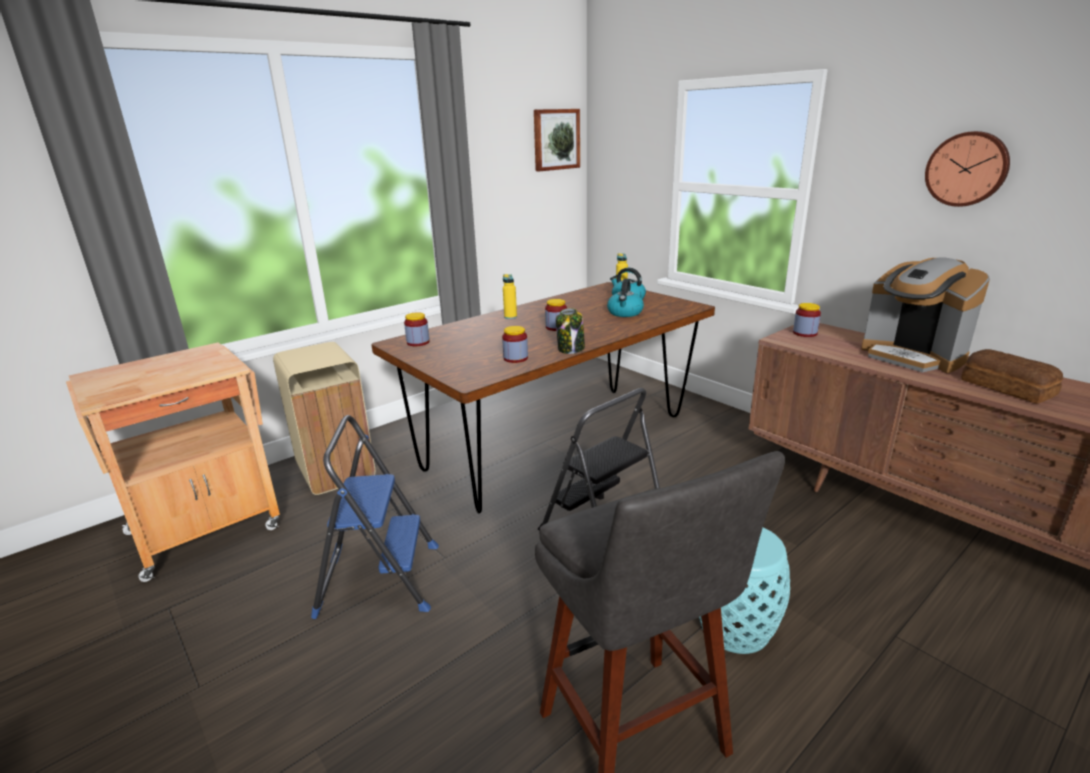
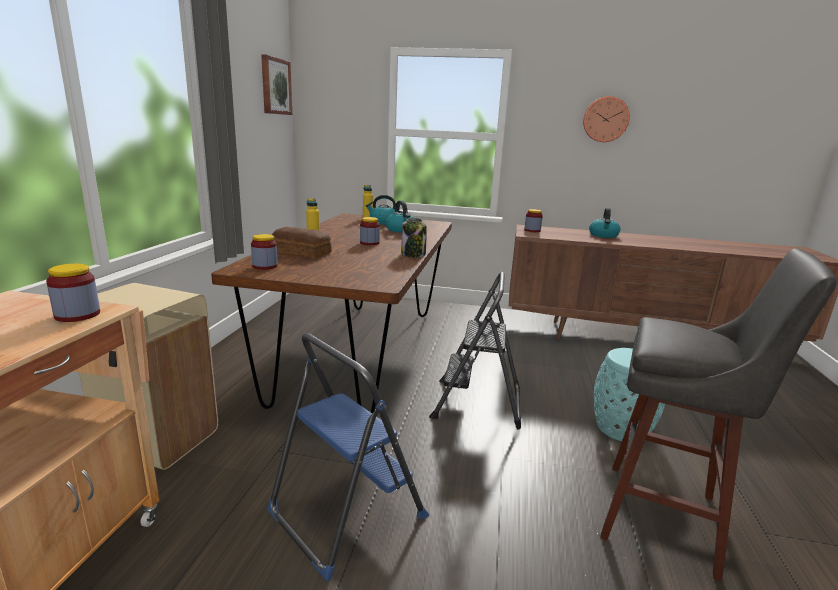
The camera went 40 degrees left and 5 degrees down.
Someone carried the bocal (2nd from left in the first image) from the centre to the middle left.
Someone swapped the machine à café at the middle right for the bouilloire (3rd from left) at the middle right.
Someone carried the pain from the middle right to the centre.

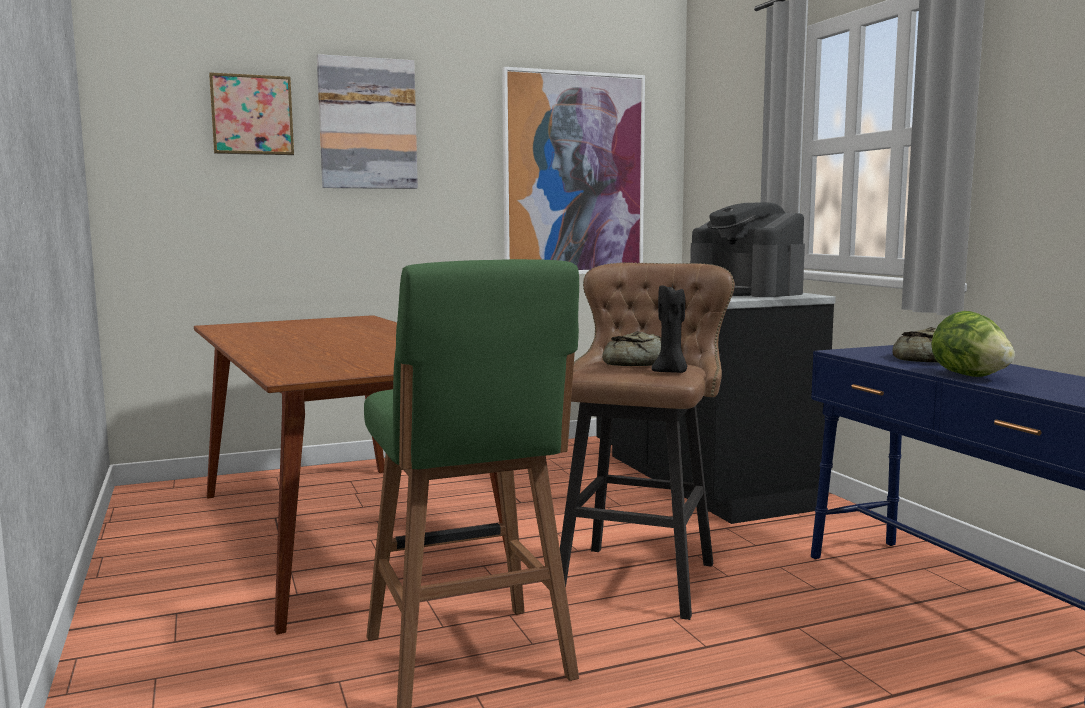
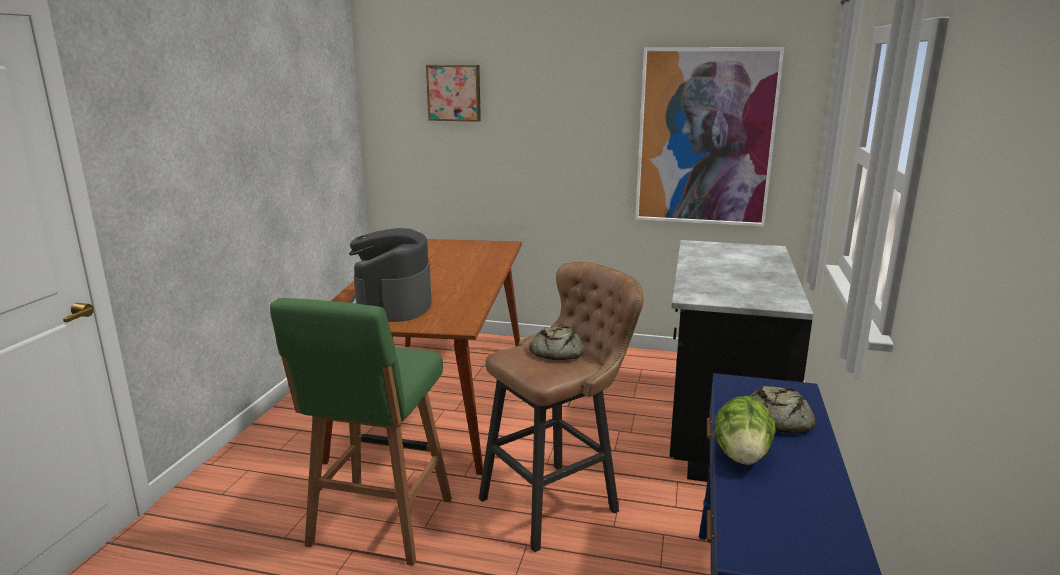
The camera went 35 degrees right and 10 degrees up.
Someone took away the tableau (2nd from left) at the top centre.
Someone took away the bougie [noir] at the centre.
Someone carried the machine à café from the middle right to the centre.

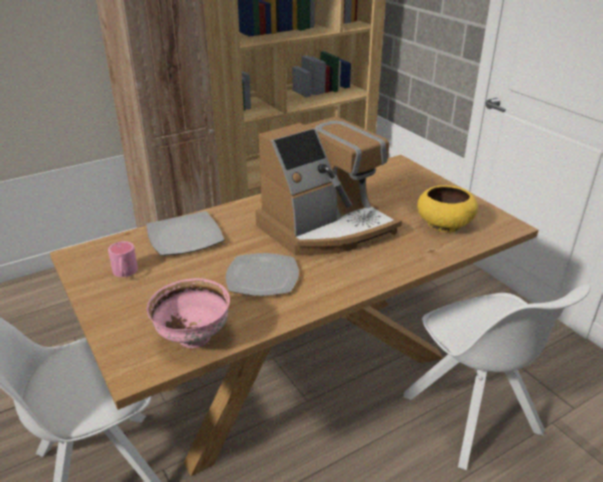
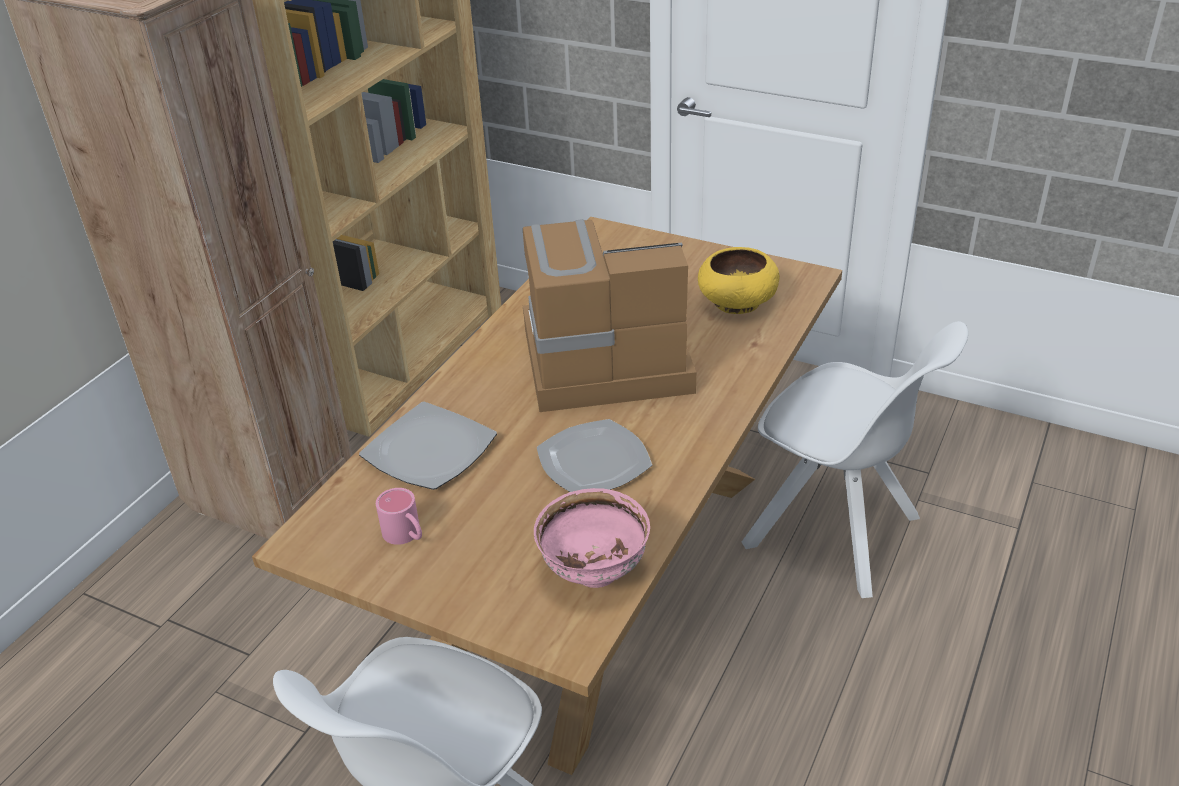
The camera went 30 degrees left and 5 degrees up.
Someone rotated the machine à café at the centre by 120 degrees counterclockwise.

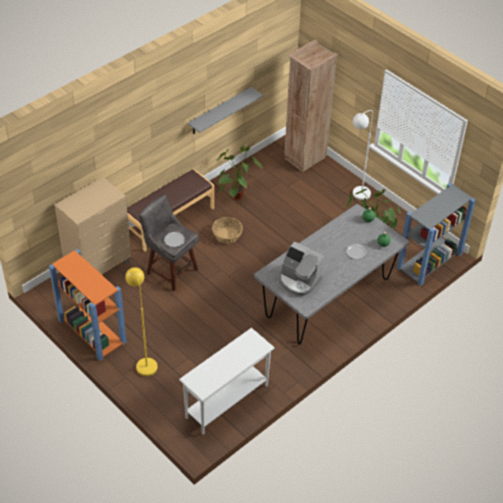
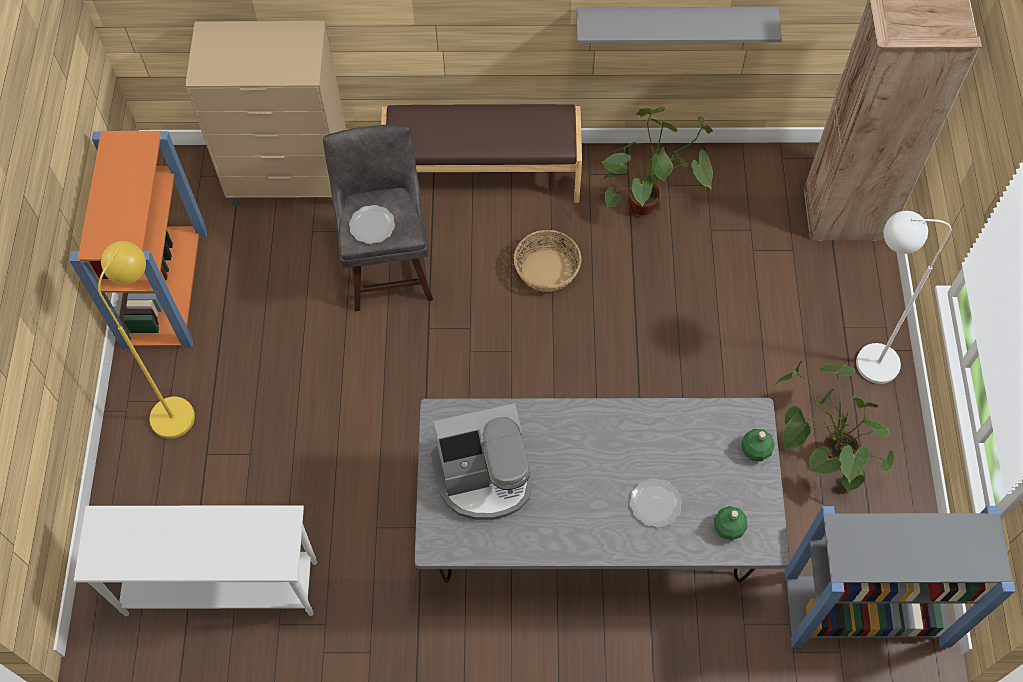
The camera went 45 degrees right and 15 degrees up.
Someone rotated the machine à café at the centre by 90 degrees counterclockwise.

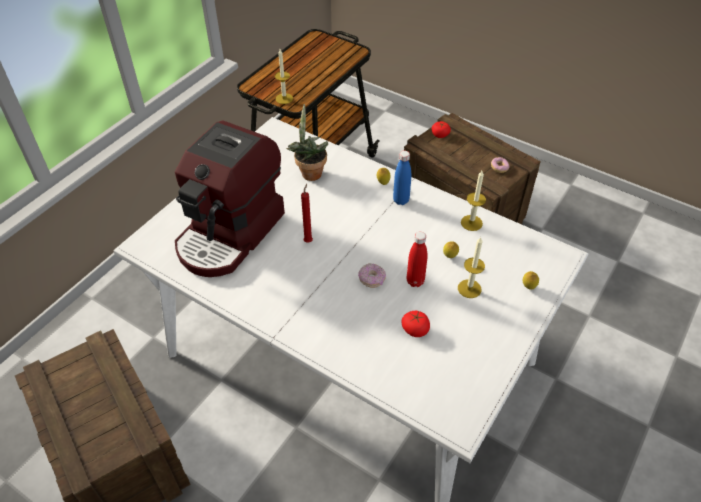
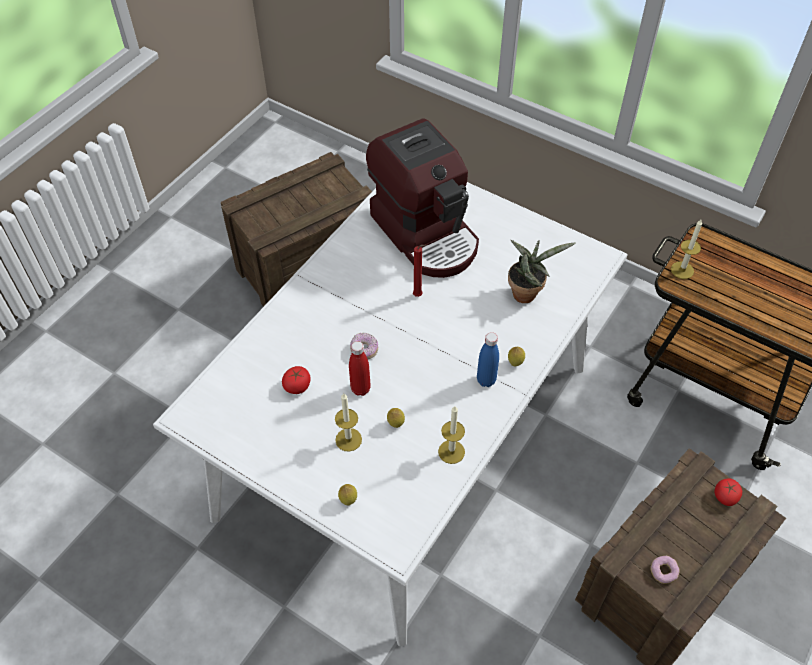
The camera went 90 degrees right and 5 degrees up.
Someone rotated the machine à café at the middle left by 150 degrees counterclockwise.

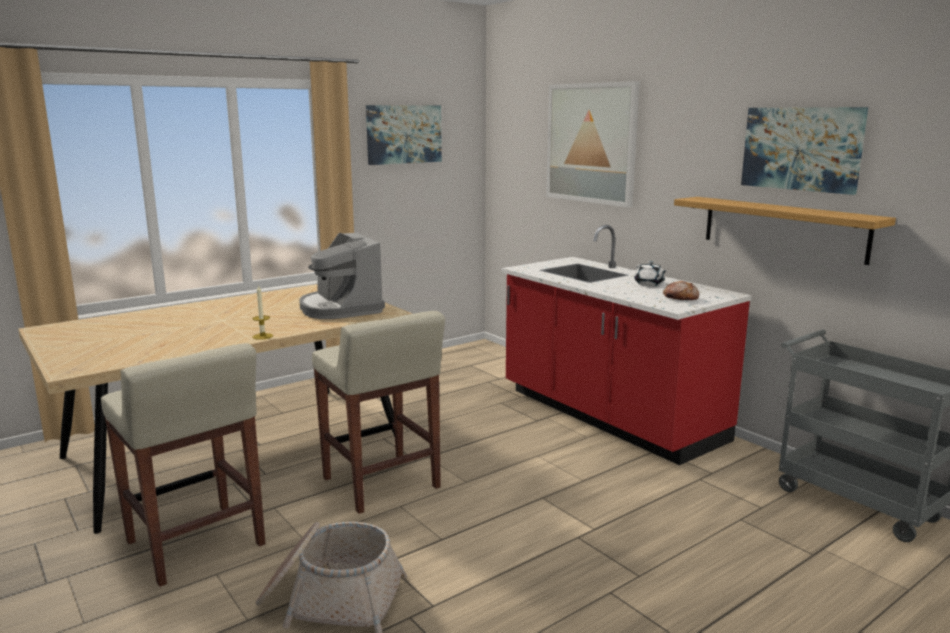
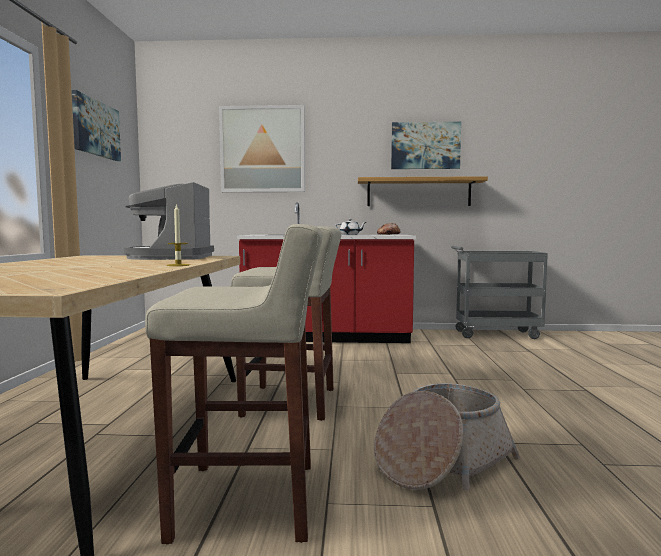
The camera went 50 degrees left and 10 degrees down.
Someone rotated the machine à café at the centre by 75 degrees clockwise.

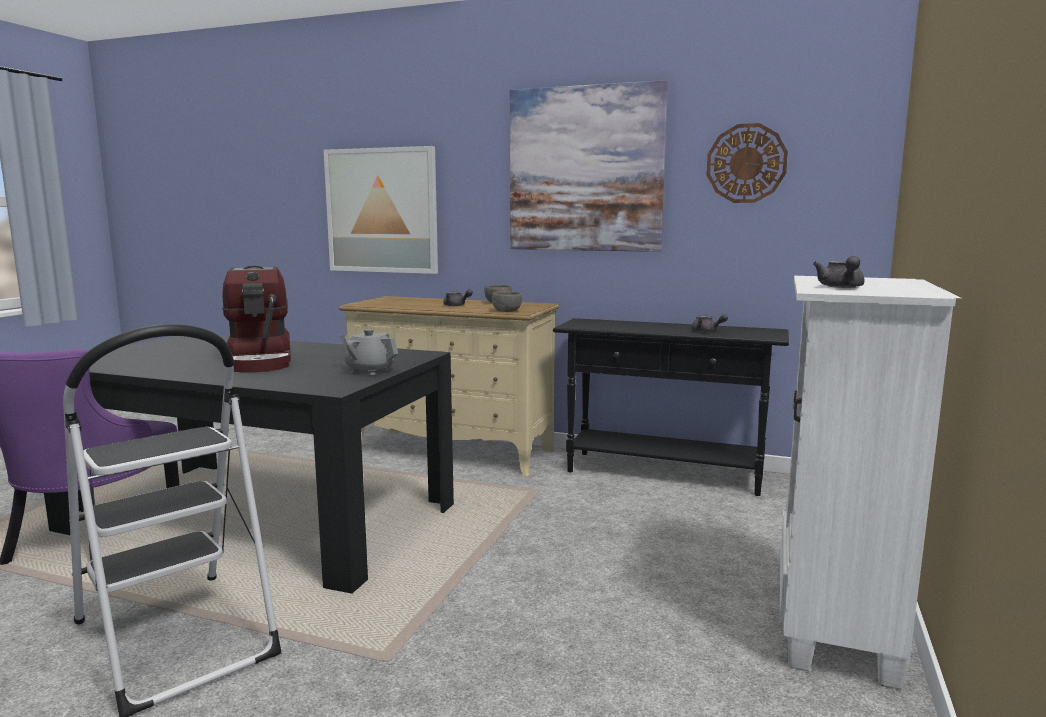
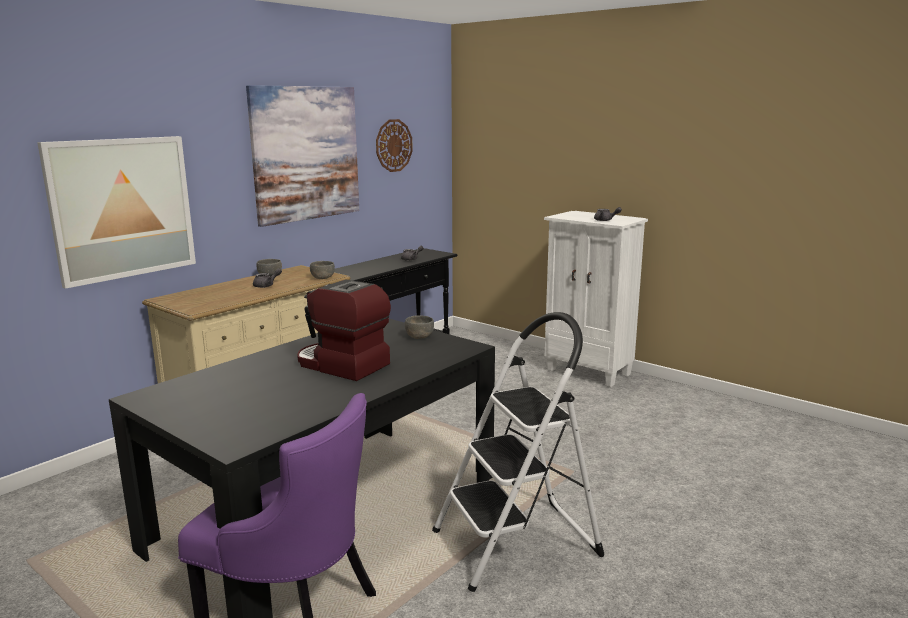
The camera went 70 degrees left and 5 degrees up.
Someone rotated the machine à café at the middle left by 150 degrees counterclockwise.
Someone swapped the théière [gris] (1st from left) at the centre for the bol [gris] (3rd from left) at the centre.

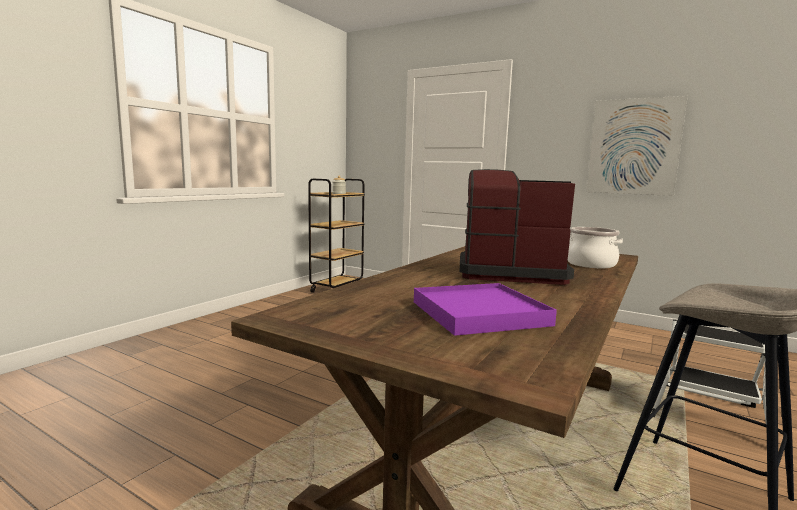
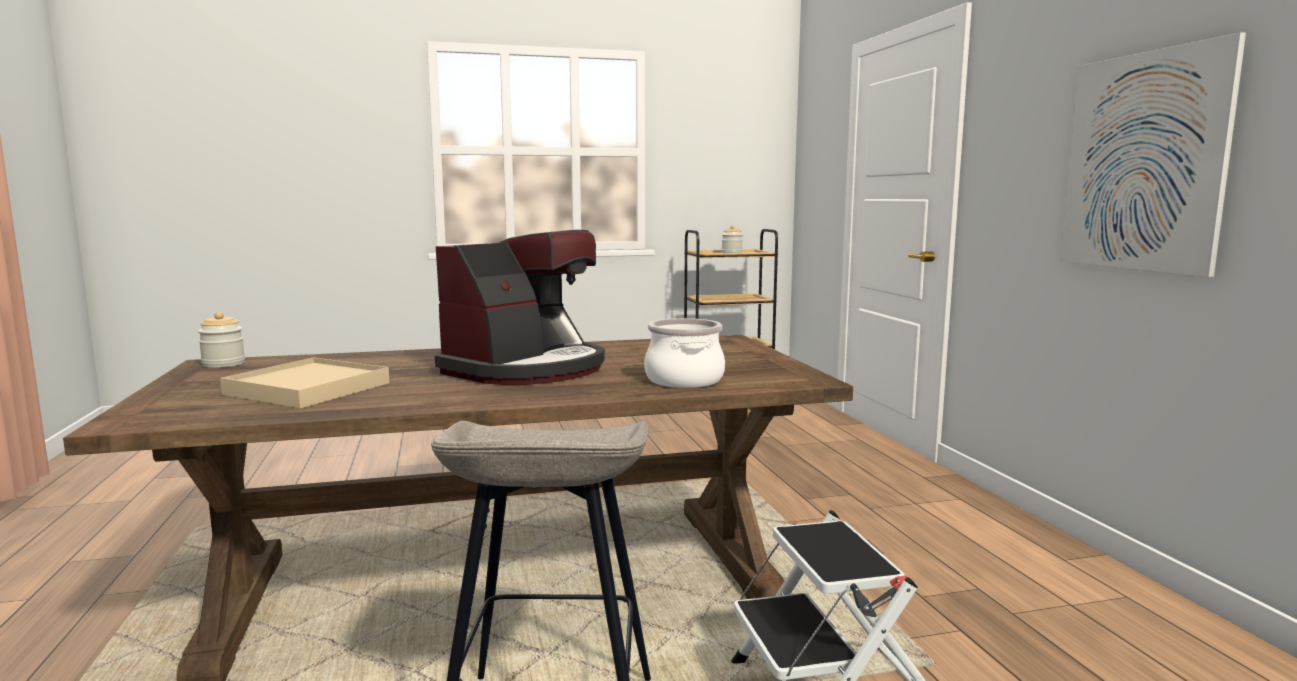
The camera went 45 degrees right and 0 degrees up.
Someone repainted the plateau [violet] at the centre, which became the plateau [beige] at the middle left.
Someone rotated the machine à café at the centre by 75 degrees clockwise.
Someone put down the bocal (1st from left) at the middle left.

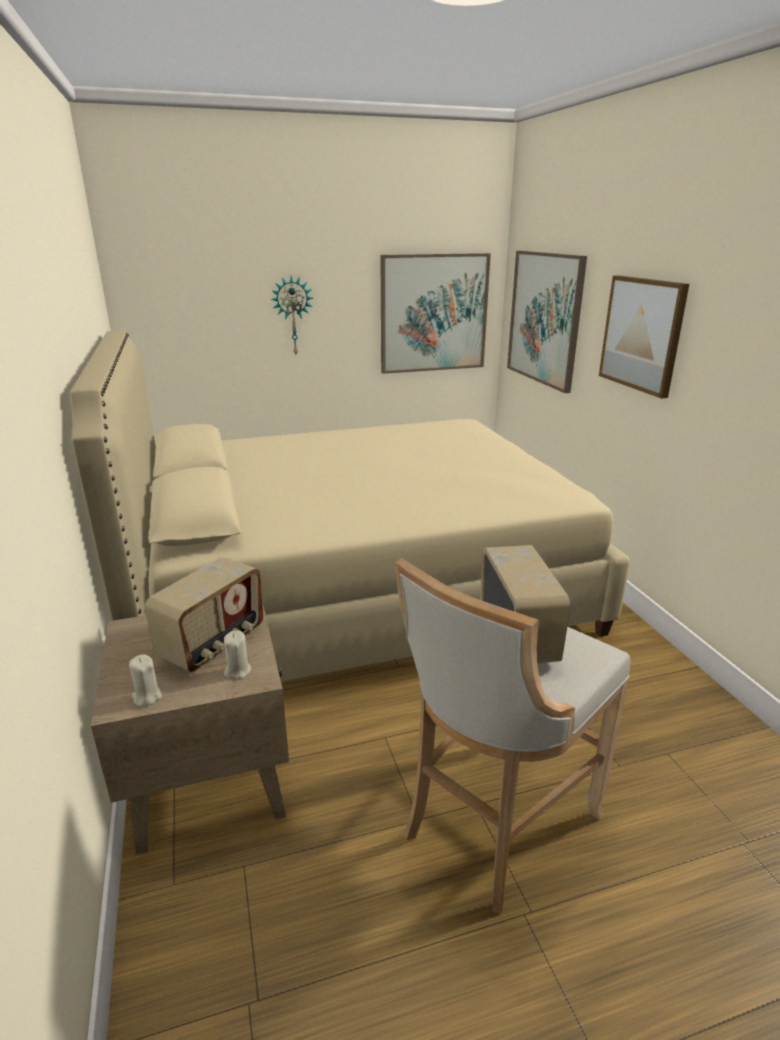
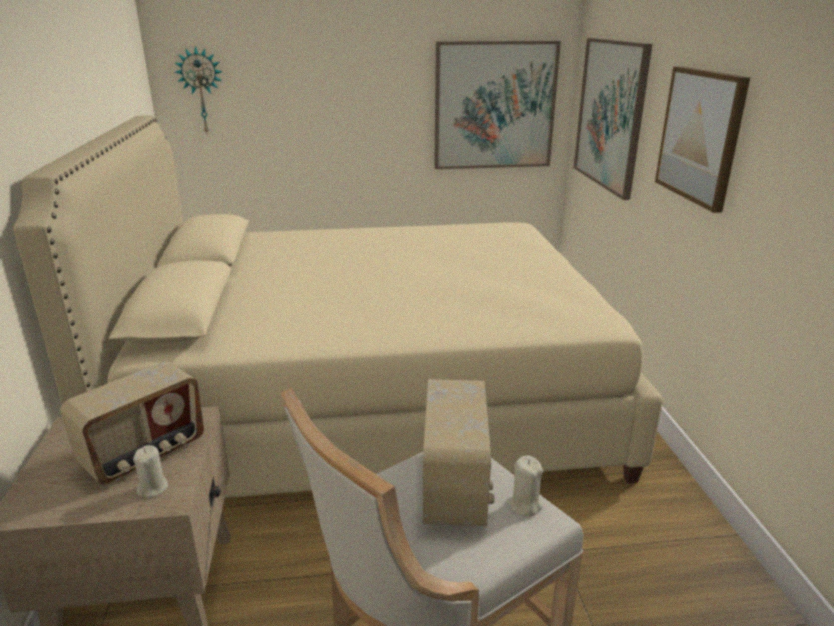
The camera went 10 degrees right and 0 degrees up.
Someone carried the bougie [beige] (1st from left in the first image) from the middle left to the bottom centre.
Someone carried the horloge murale from the top centre to the top left.

